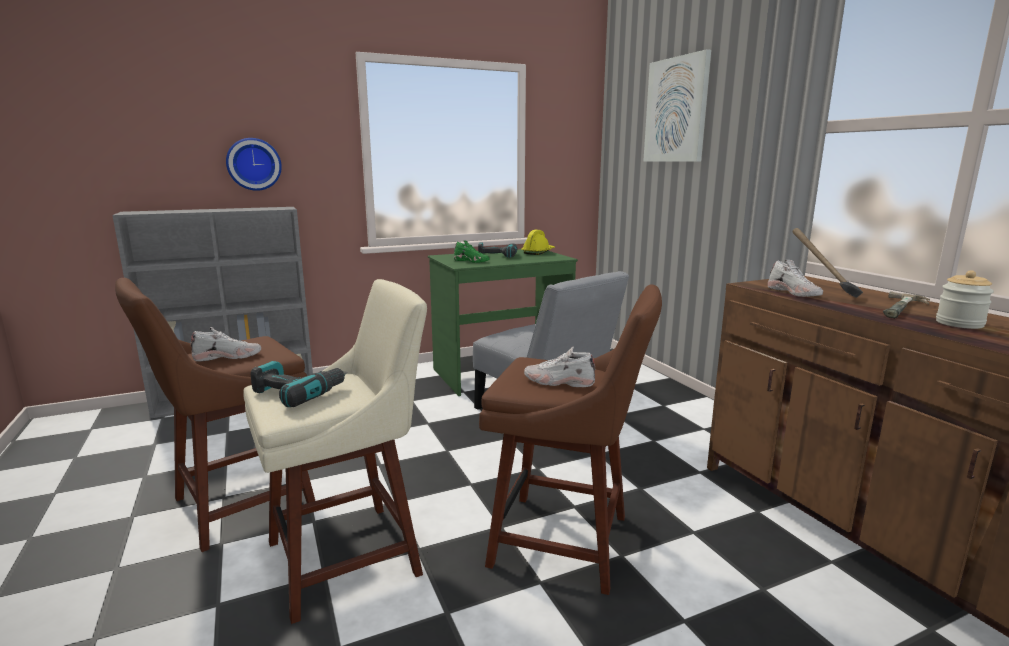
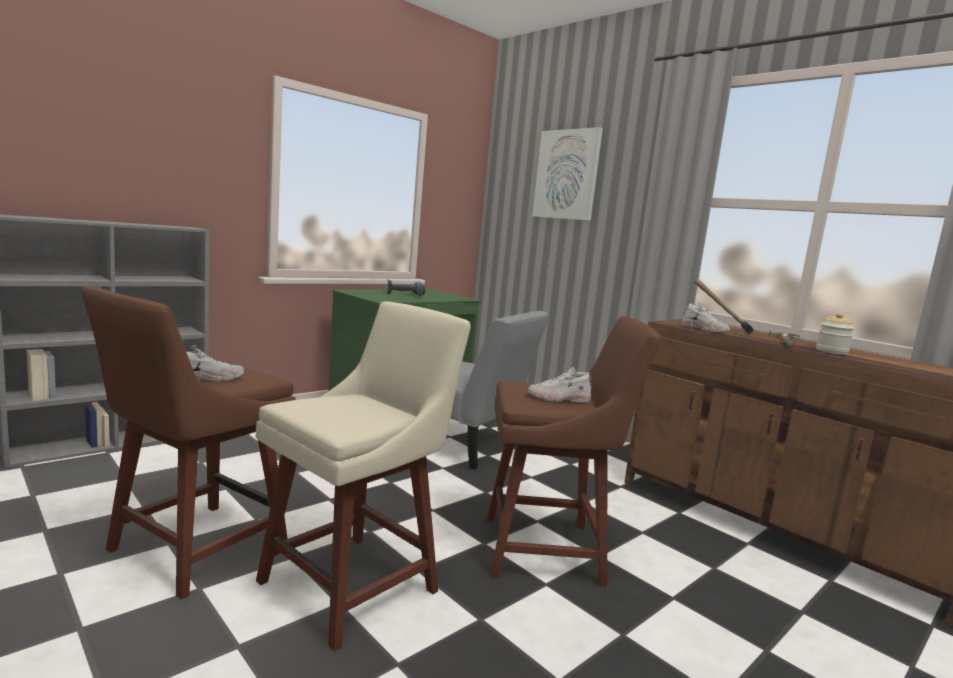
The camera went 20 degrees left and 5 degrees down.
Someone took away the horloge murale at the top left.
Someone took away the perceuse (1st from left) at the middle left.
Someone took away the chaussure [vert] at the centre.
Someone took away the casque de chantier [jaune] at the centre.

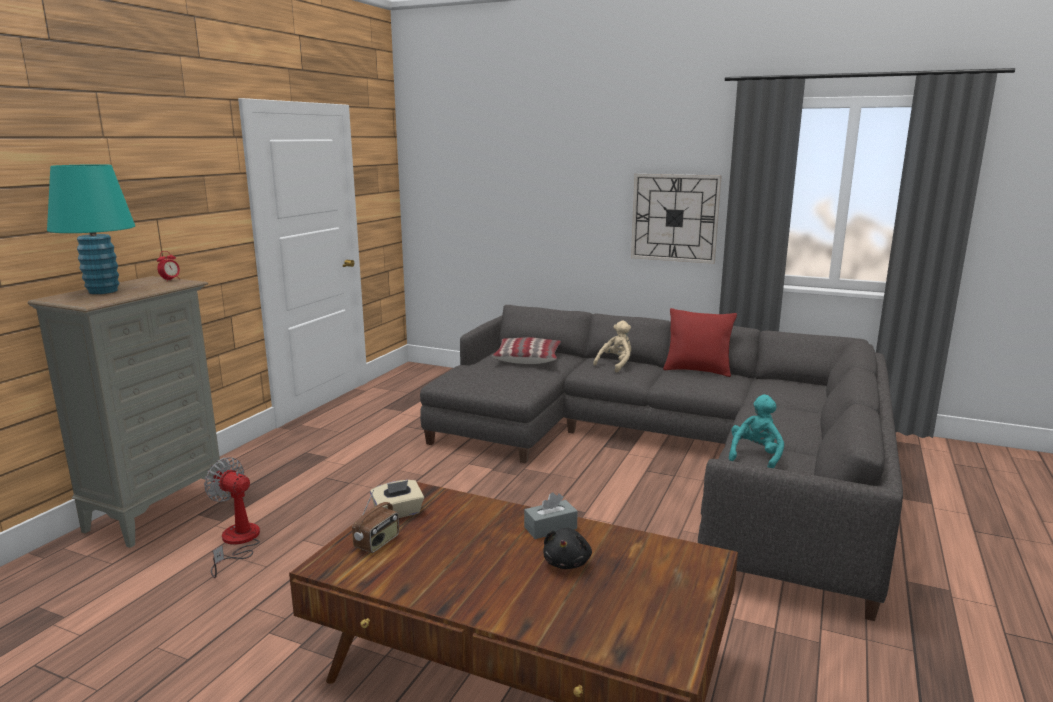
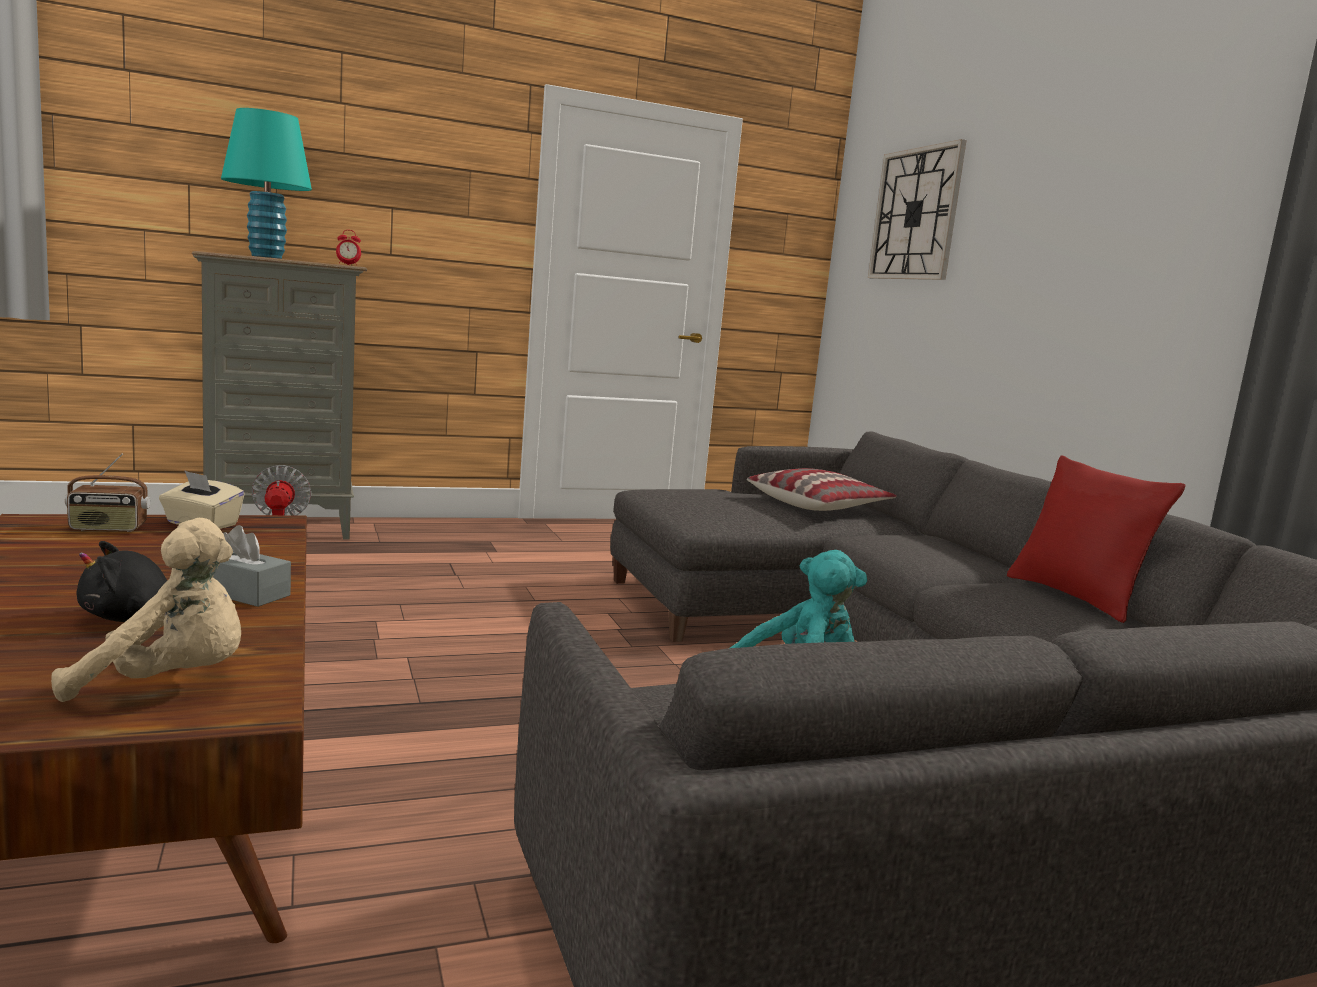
The camera went 45 degrees right and 5 degrees down.
Someone carried the peluche [beige] from the centre to the middle left.
Someone carried the horloge murale from the top centre to the top right.

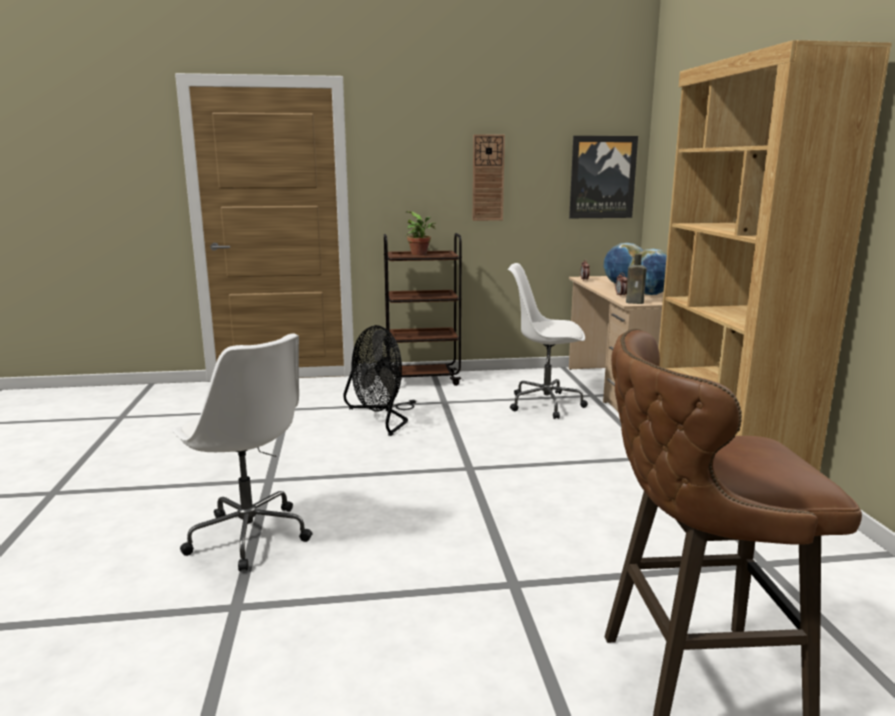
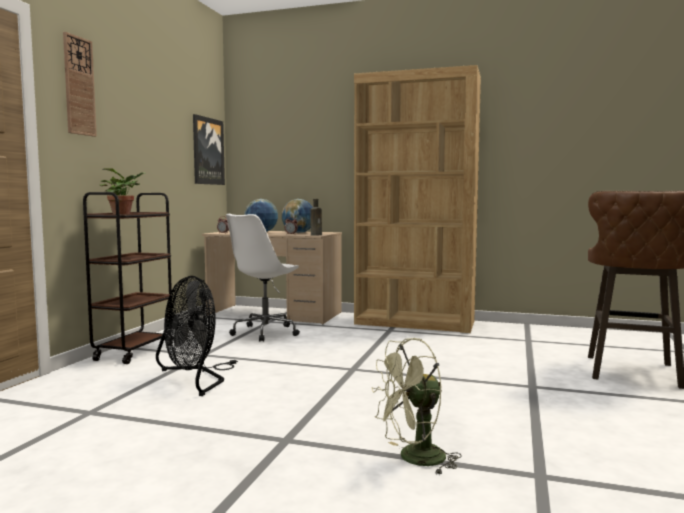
The camera went 65 degrees left and 10 degrees down.
Someone swapped the chaise de bureau [blanc] (1st from left) at the middle left for the ventilateur [vert] at the bottom centre.
Someone rotated the ventilateur [noir] at the centre by 60 degrees clockwise.
Someone carried the horloge murale from the top centre to the top left.

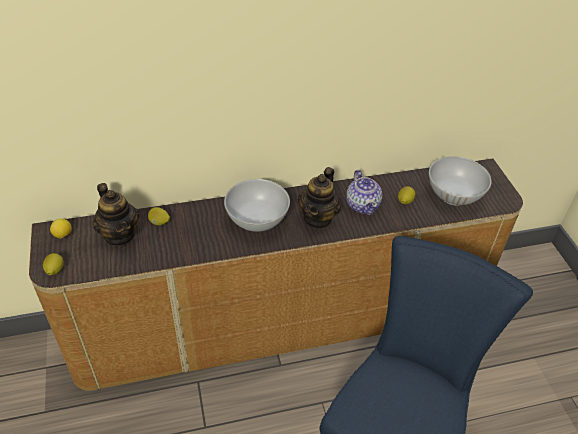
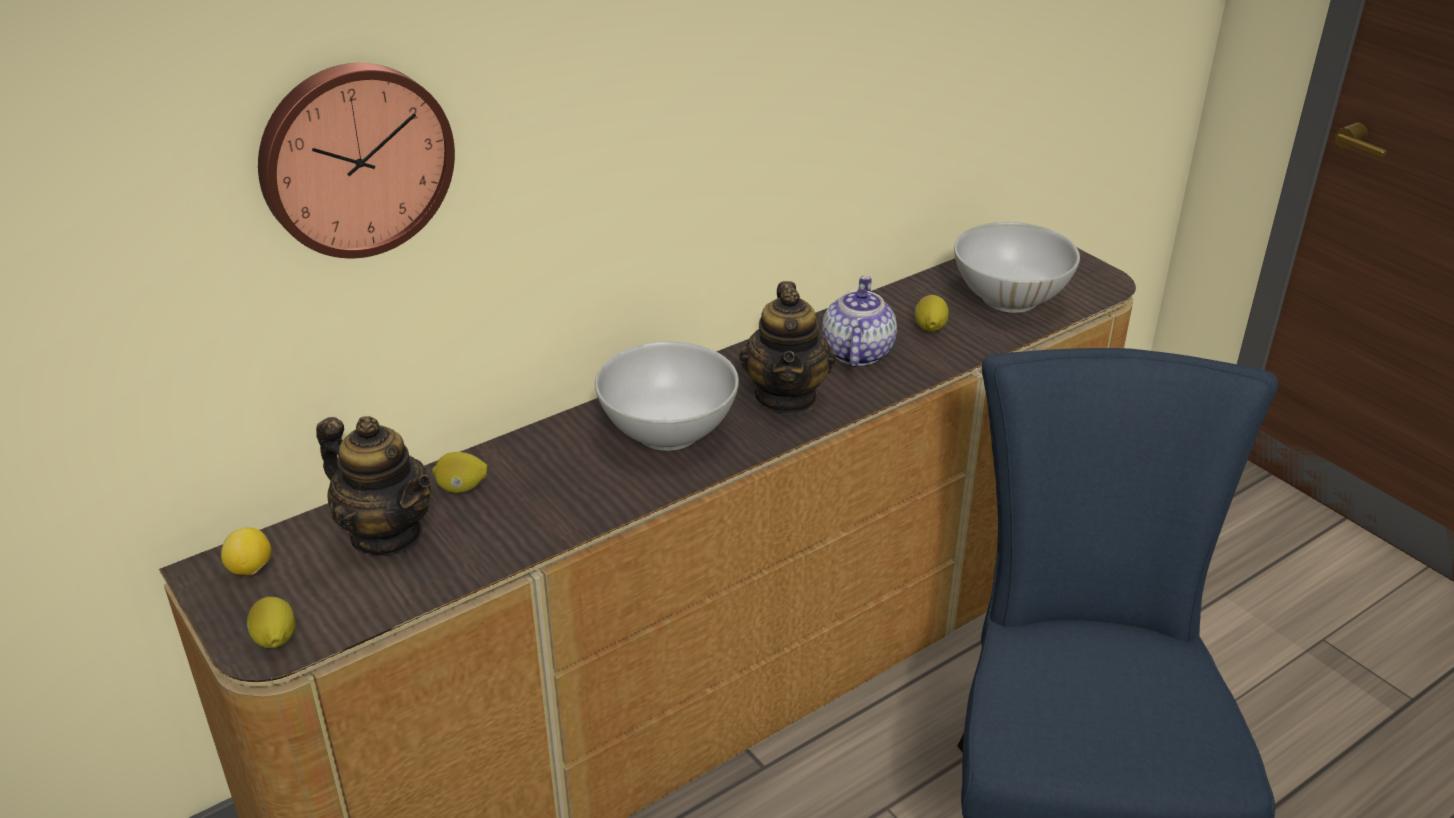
The camera went 20 degrees left and 10 degrees down.
Someone rotated the théière (3rd from left) at the centre by 135 degrees counterclockwise.
Someone put up the horloge murale at the top left.

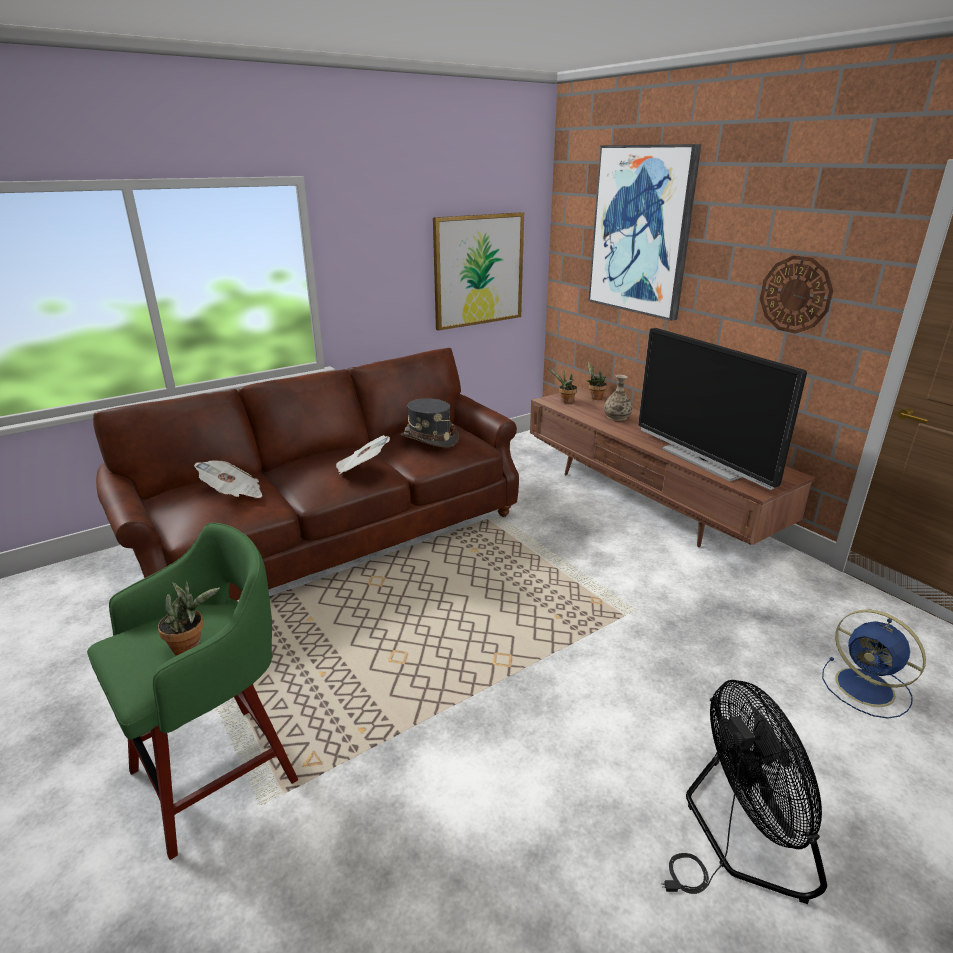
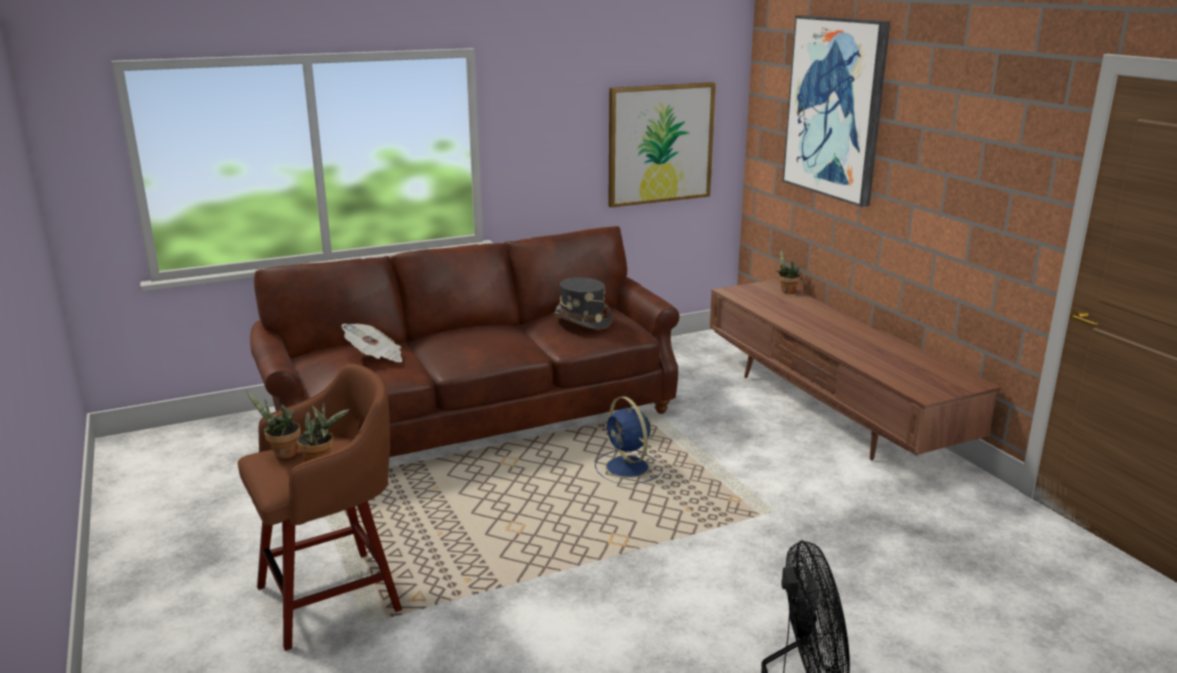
The camera went 10 degrees right and 5 degrees down.
Someone repainted the tabouret [vert] at the bottom left, which became the tabouret [marron] at the bottom left.
Someone took away the journal (2nd from left) at the centre.
Someone carried the plante en pot (2nd from left in the first image) from the centre to the middle left.
Someone took away the vase at the centre.
Someone took away the téléviseur at the middle right.
Someone took away the horloge murale at the top right.
Someone carried the ventilateur [bleu] from the bottom right to the centre.

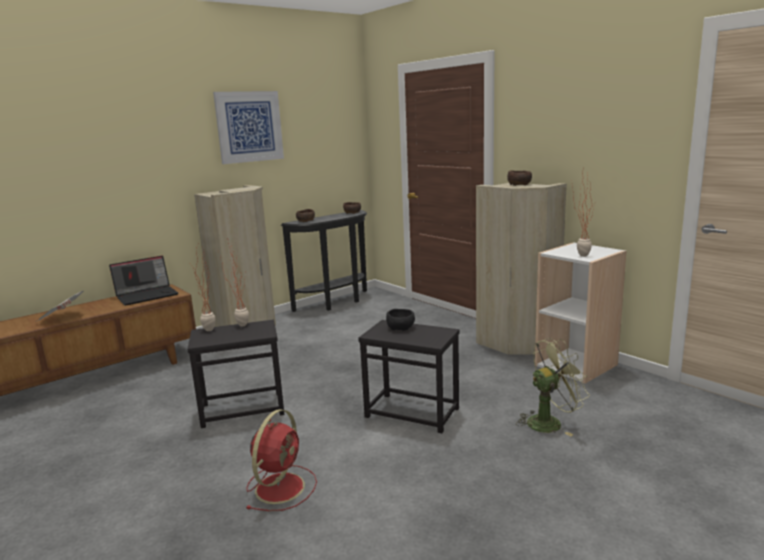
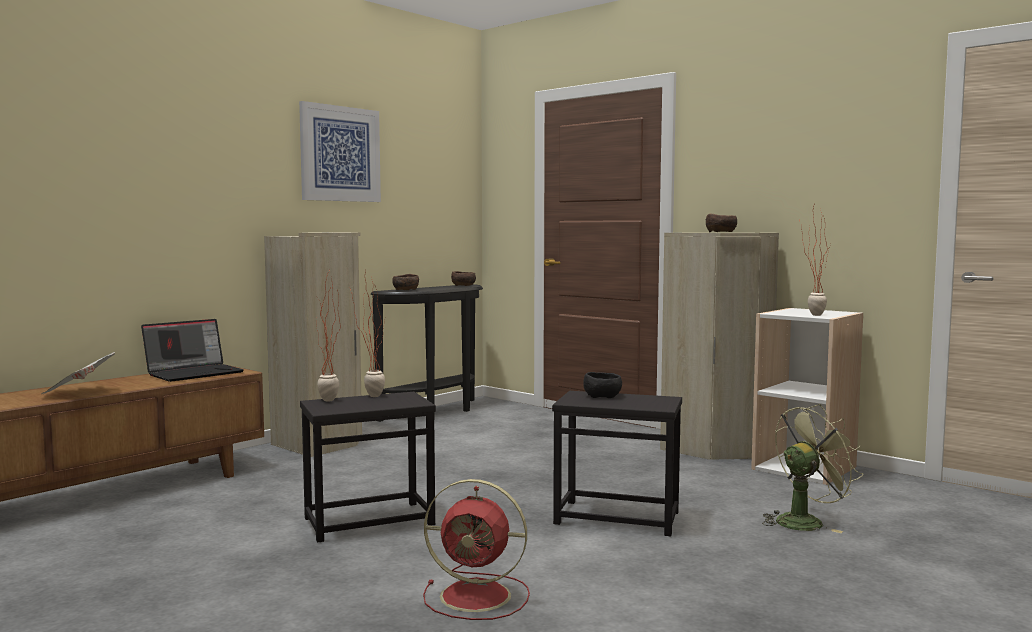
The camera went 10 degrees left and 10 degrees down.
Someone rotated the ventilateur [rouge] at the bottom centre by 90 degrees clockwise.

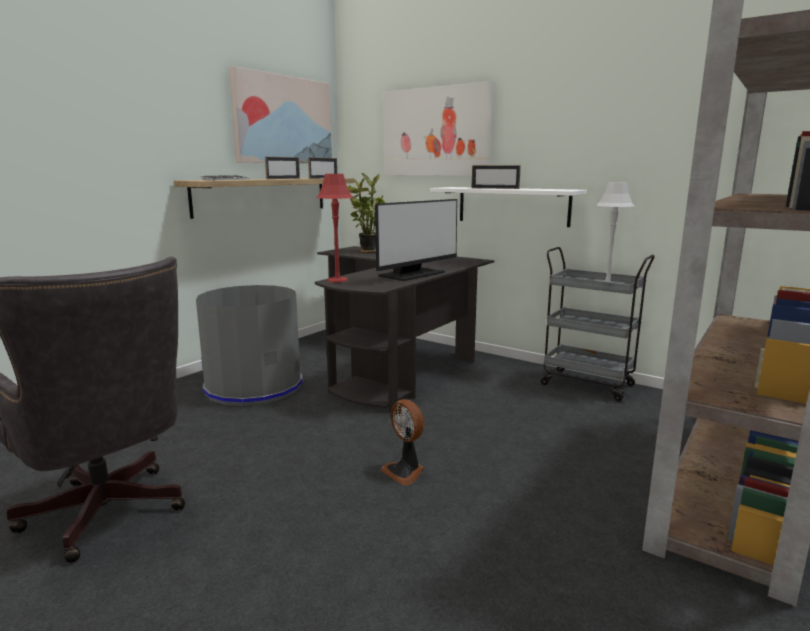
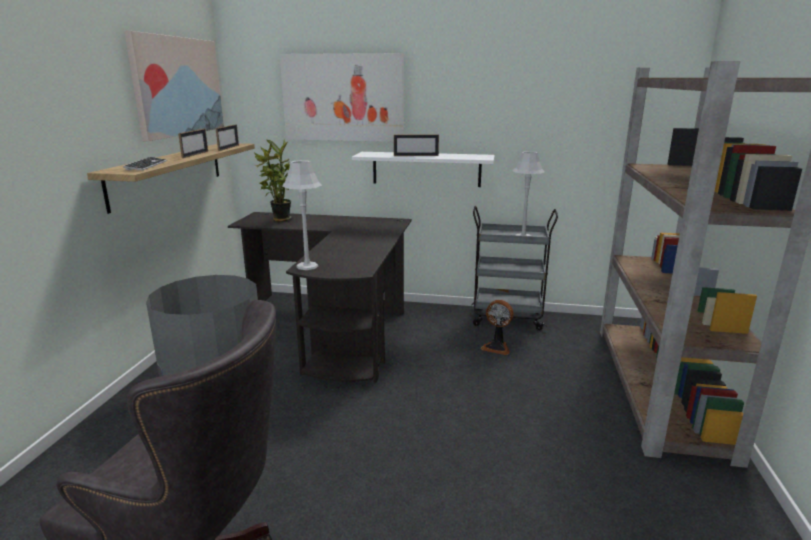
The camera went 25 degrees left and 5 degrees up.
Someone repainted the lampe de table [rouge] at the centre, which became the lampe de table [gris] (1st from left) at the centre.
Someone took away the écran d'ordinateur at the centre.
Someone carried the ventilateur from the bottom centre to the centre.

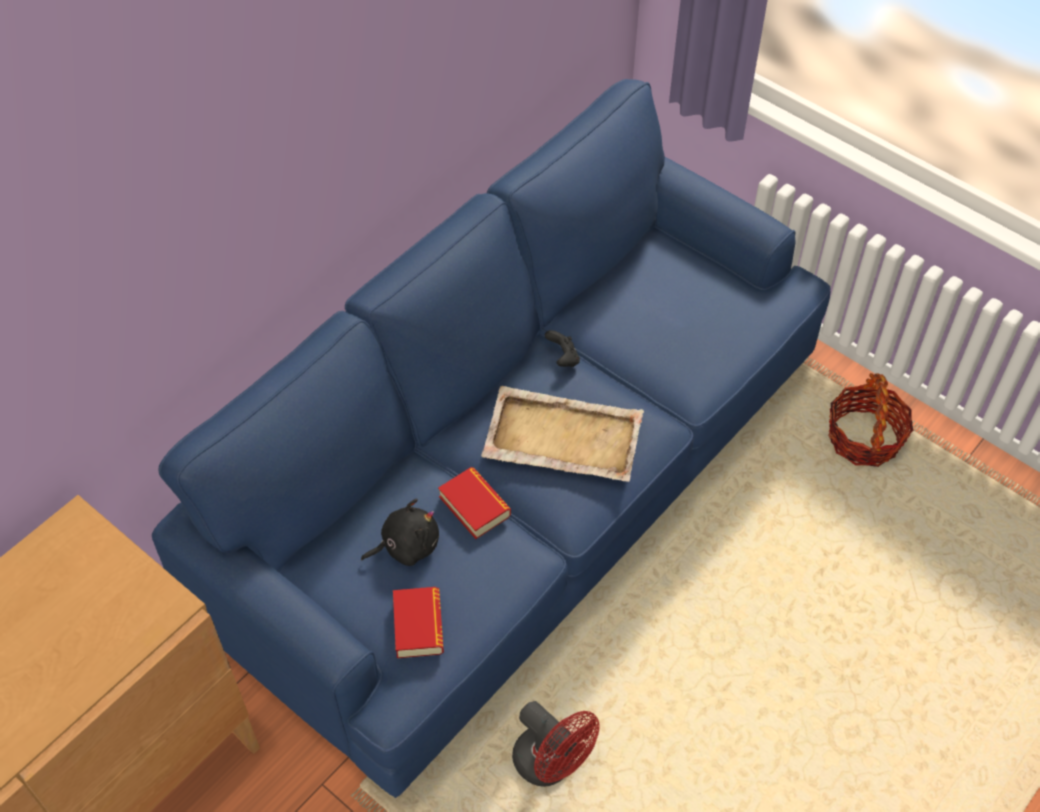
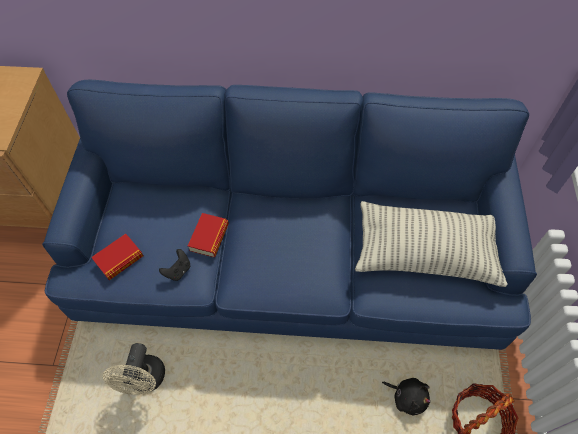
The camera went 55 degrees right and 5 degrees up.
Someone carried the peluche [noir] from the centre to the bottom right.
Someone took away the plateau [beige] at the centre.
Someone repainted the ventilateur [rouge] at the bottom centre, which became the ventilateur [beige] at the bottom left.
Someone carried the manette [noir] from the centre to the middle left.
Someone put down the coussin at the middle right.

